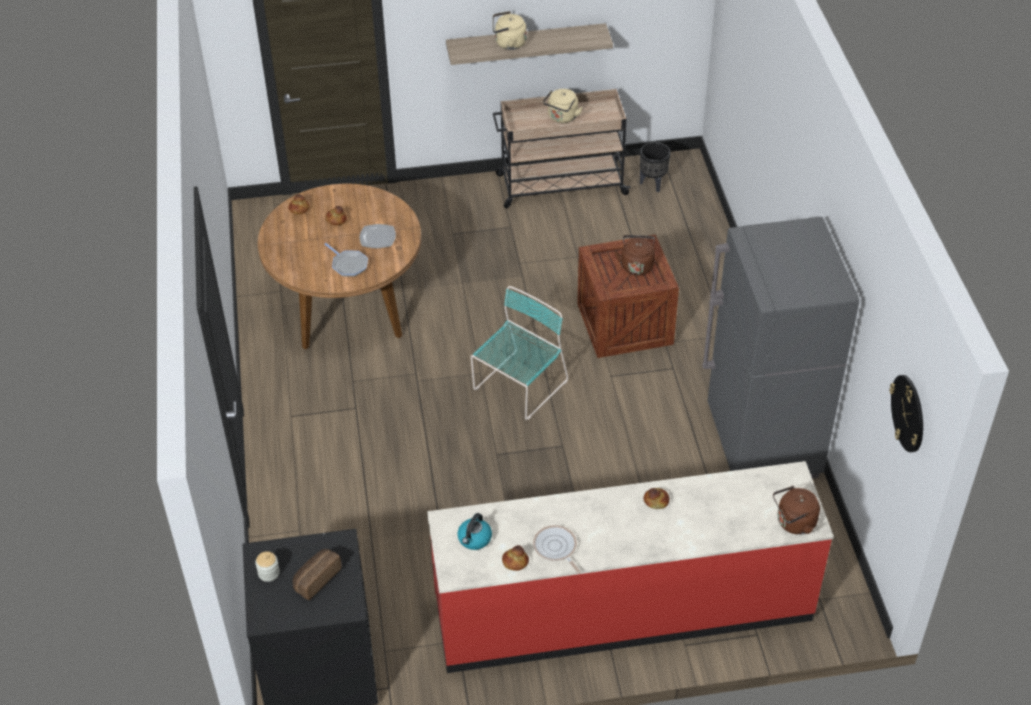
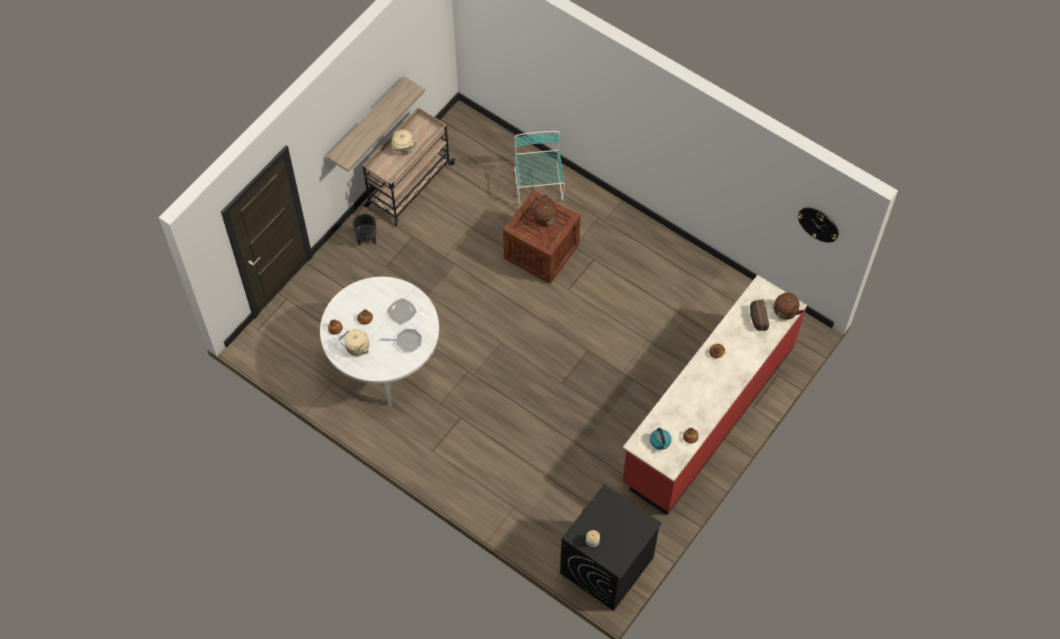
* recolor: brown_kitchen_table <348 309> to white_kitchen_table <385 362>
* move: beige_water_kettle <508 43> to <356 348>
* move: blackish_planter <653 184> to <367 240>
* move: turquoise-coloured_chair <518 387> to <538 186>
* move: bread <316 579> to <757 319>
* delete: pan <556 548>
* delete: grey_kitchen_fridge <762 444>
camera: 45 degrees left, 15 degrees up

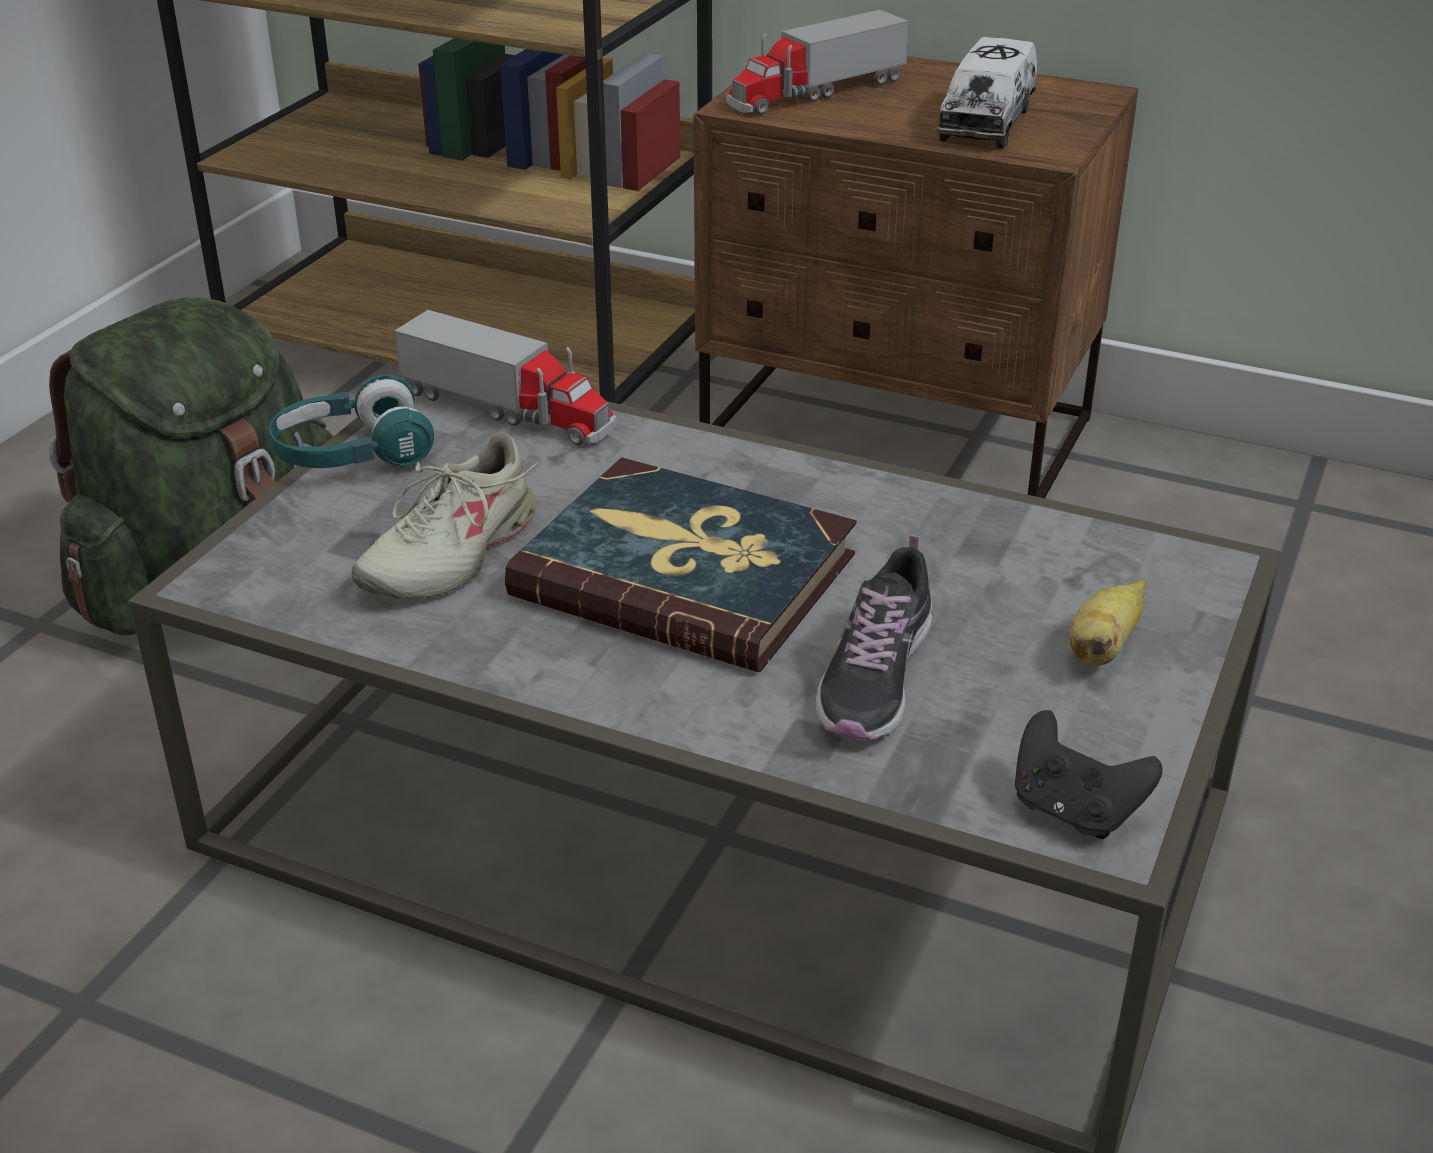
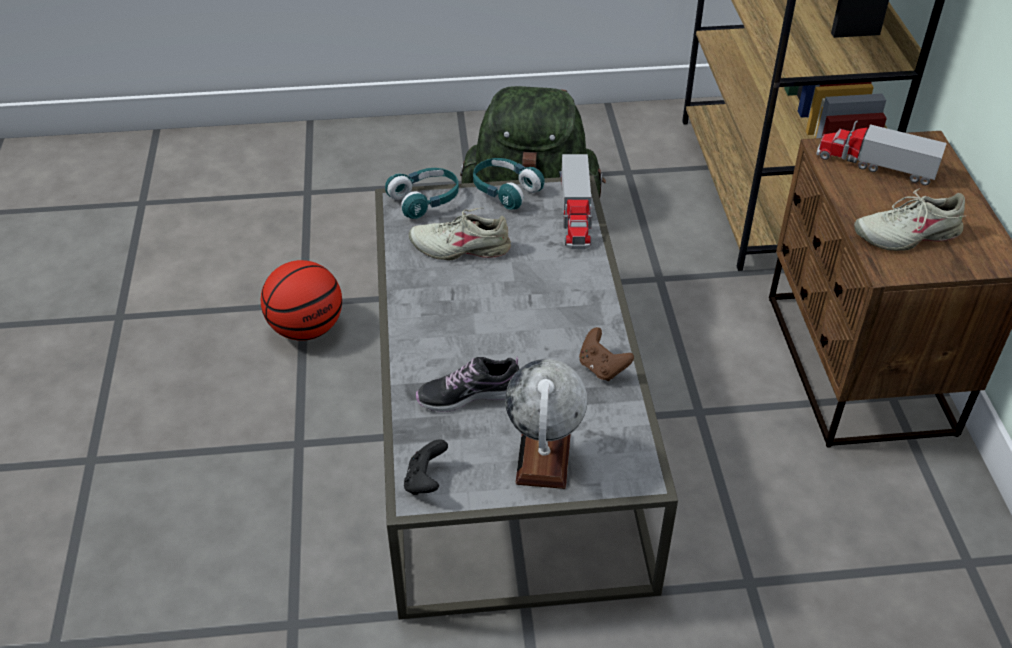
* insert: basketball <306 328>
* insert: turquoise-coloured_pair_of_headphones <425 200>
* replace: whole_banana <1103 648> to globe <543 458>
* insert: brown_gamepad <602 368>
* replace: toy_truck <986 121> to beige_shoe <907 234>
* delete: bound_book <685 574>
camera: 60 degrees right, 10 degrees up

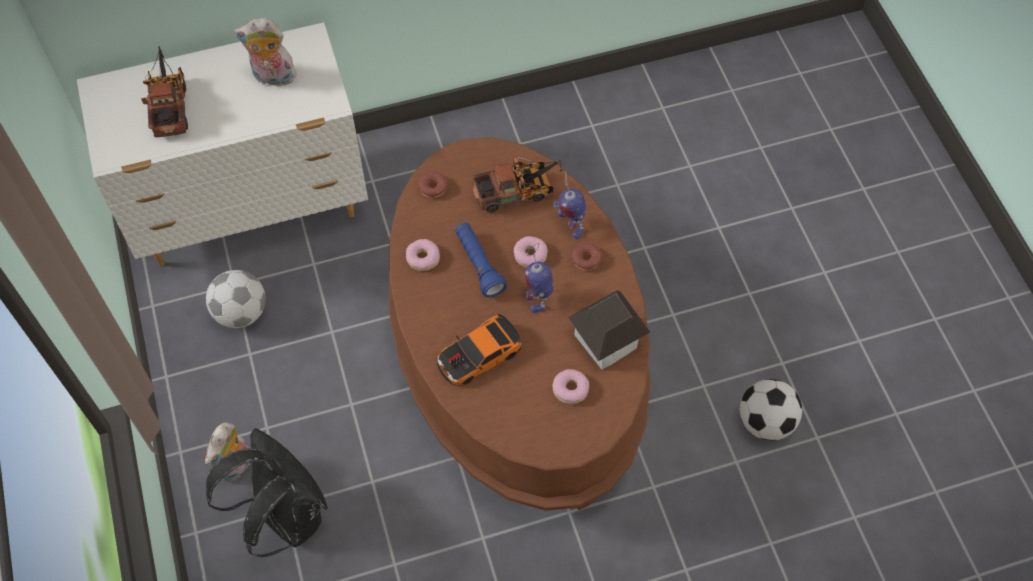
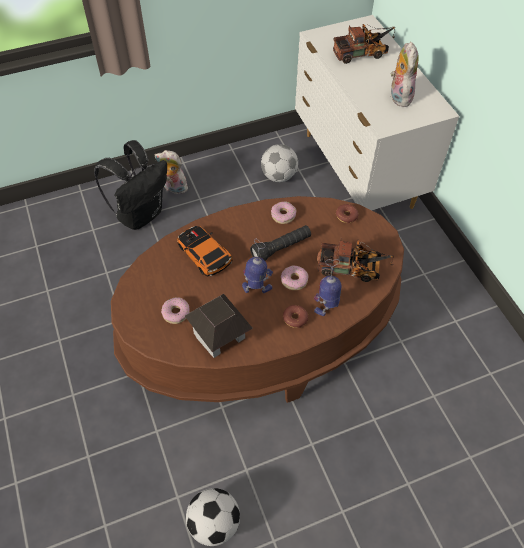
* recolor: bluish_hand_torch <479 265> to blackish_hand_torch <281 248>
* rotate: toy_truck <518 192> = <353 269> 60 degrees counterclockwise
camera: 85 degrees right, 5 degrees down

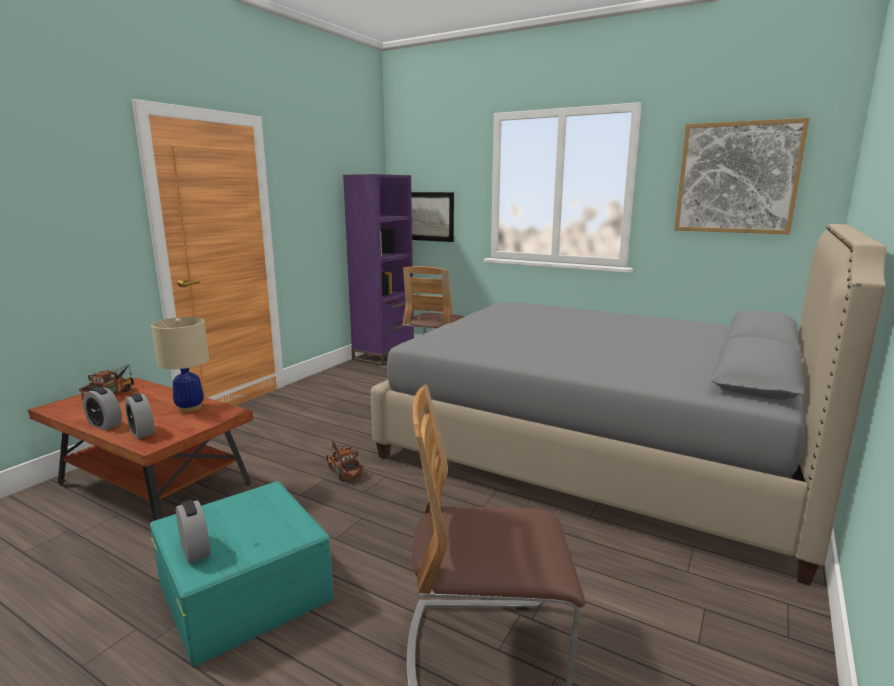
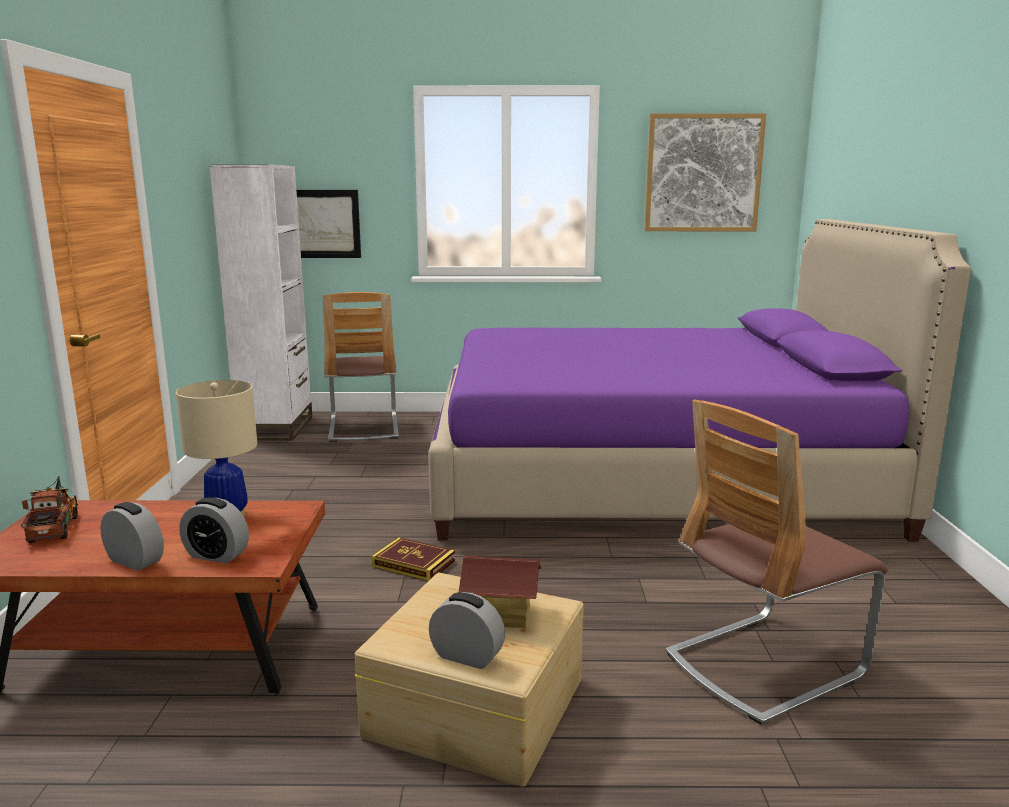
* rotate: alarm_clock <105 424> = <135 561> 150 degrees counterclockwise
* recolor: purplish_bookcase <384 356> to white_bookcase <276 428>
* recolor: turquoise-coloured_storage_box <245 589> to beige_storage_box <474 705>
* replace: toy_truck <343 470> to bound_book <414 563>
* recolor: grey_bed <597 448> to purplish_bed <649 478>
* insert: toy_house <501 615>
camera: 30 degrees left, 0 degrees up

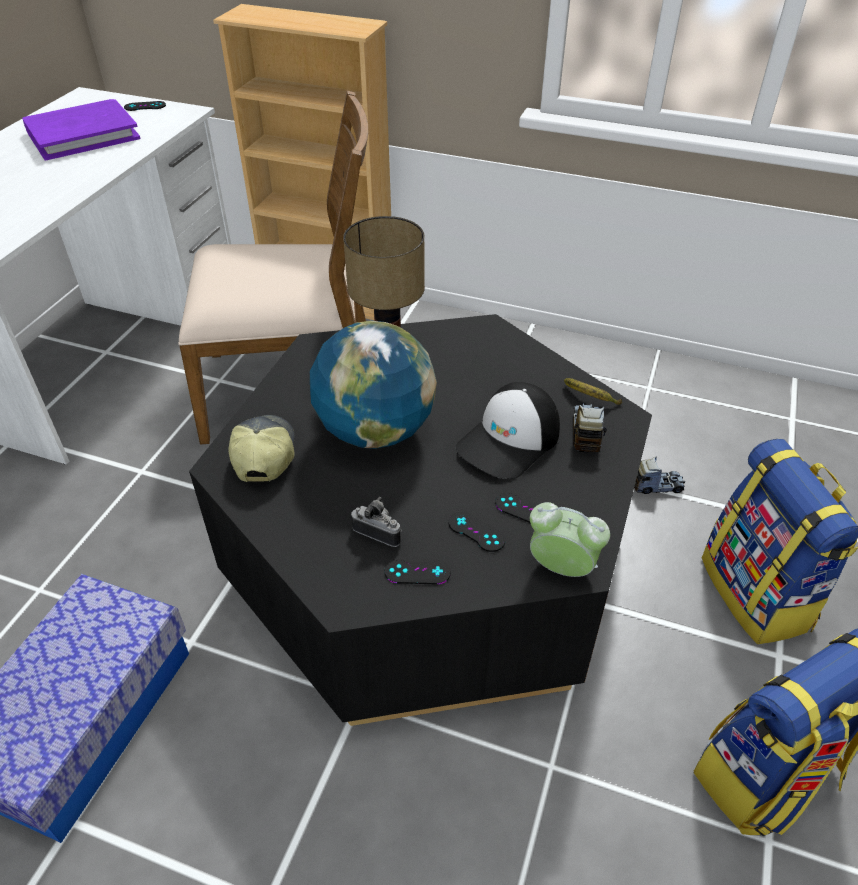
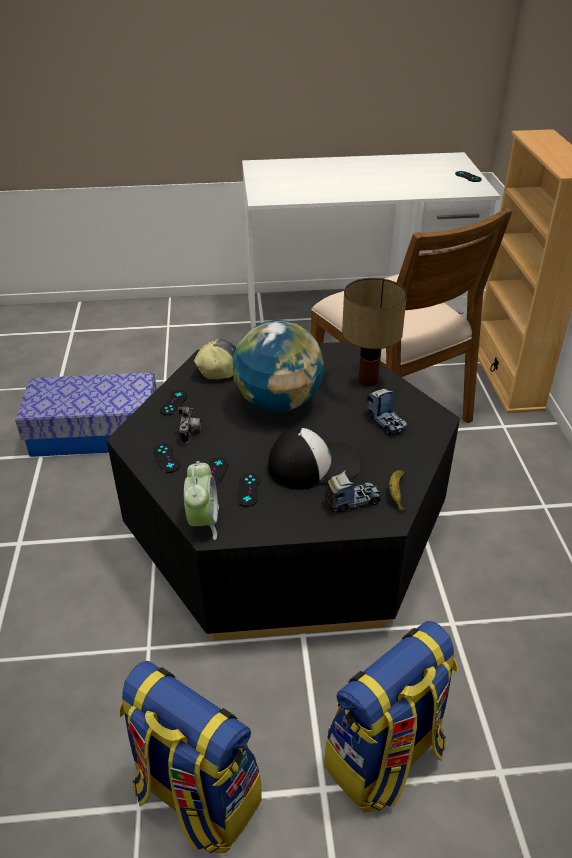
* insert: blackish_gamepad <173 403>
* rotate: baseball_cap <510 441> = <313 464> 150 degrees clockwise
* move: toy_truck <656 486> to <386 422>
* delete: purplish_bound_book <83 135>
camera: 65 degrees right, 5 degrees down

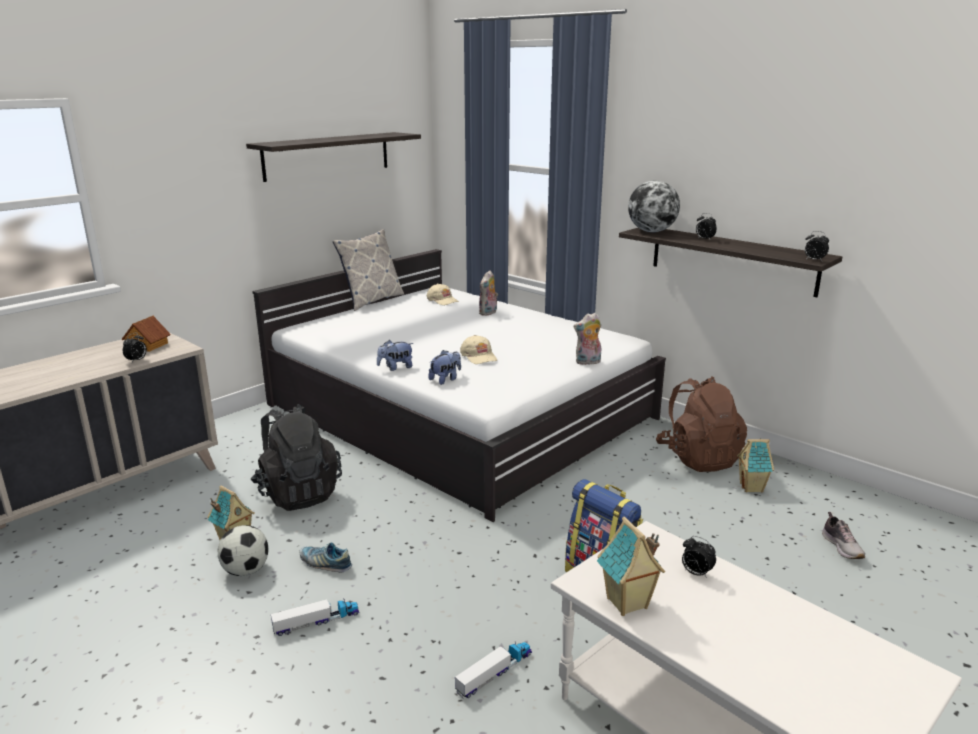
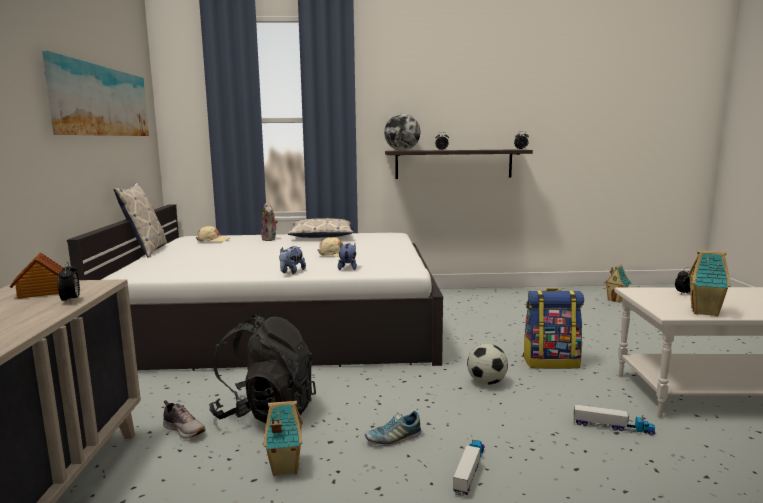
* replace: wall_shelf <327 156> to picture <100 101>
* move: shoe <842 547> to <184 430>
* insert: pillow <321 236>
* move: football_ball <246 570> to <486 382>
* rotate: toy_truck <494 673> = <612 427> 105 degrees clockwise
* move: toy_house <752 487> to <616 300>
* delete: plush_toy <588 362>
* delete: brown_backpack <698 458>
camera: 45 degrees left, 10 degrees down

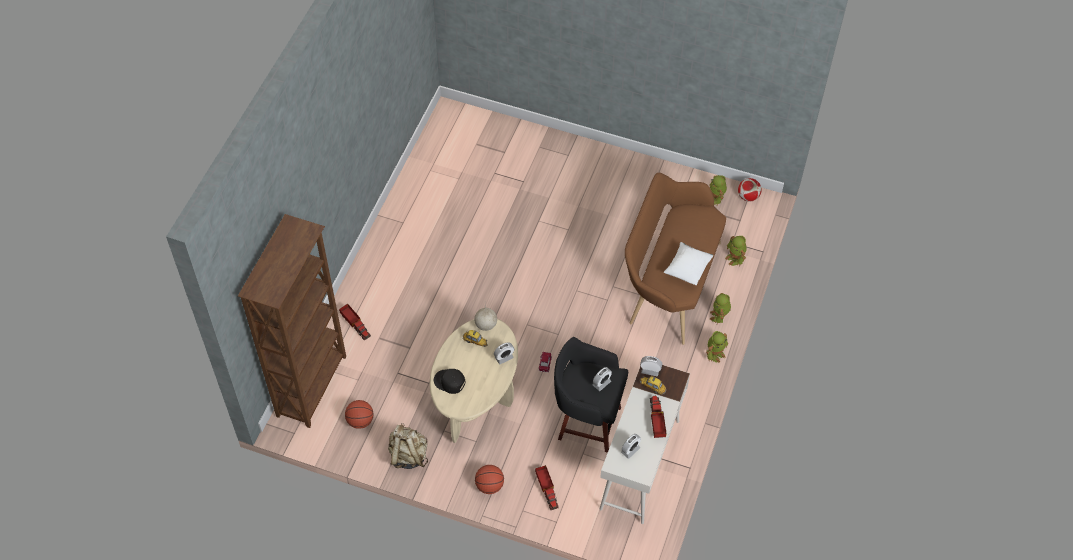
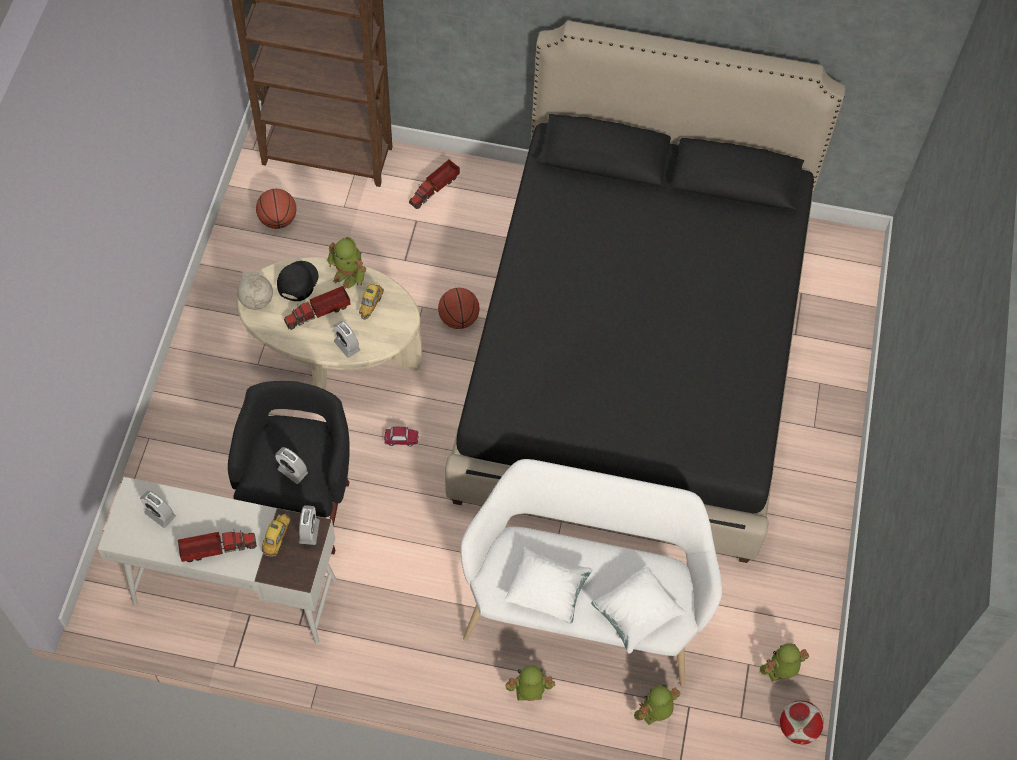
* move: globe <485 325> to <256 301>
* move: toy_truck <547 489> to <319 312>
* move: toy_robot <715 354> to <349 275>
* move: basketball <489 485> to <458 319>
* insert: blackish_bed <633 356>
* recolor: brown_long_seat <669 283> to white_long_seat <583 607>
* insert: white_pillow <635 615>
* delete: beige_backpack <408 455>
camera: 80 degrees right, 5 degrees up

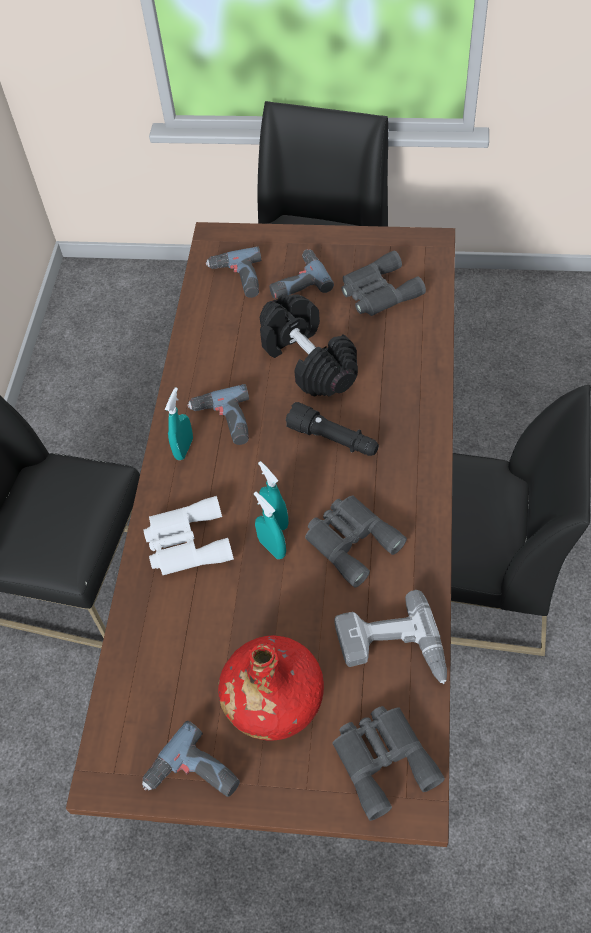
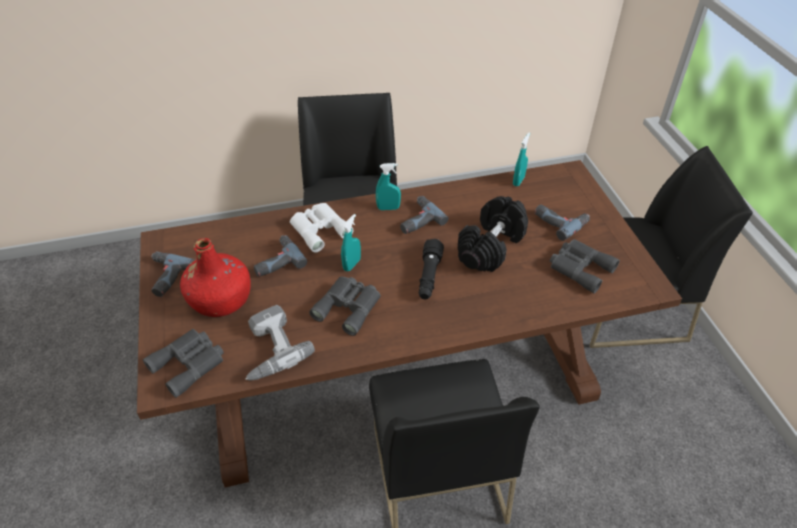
* move: drill <237 279> to <276 261>
* move: turquoise-coloured_spray_bottle <272 548> to <518 181>
camera: 65 degrees right, 10 degrees down

